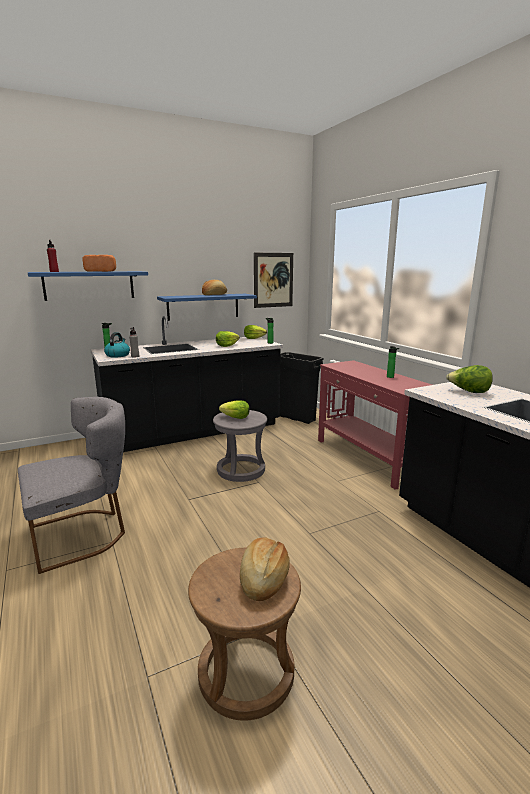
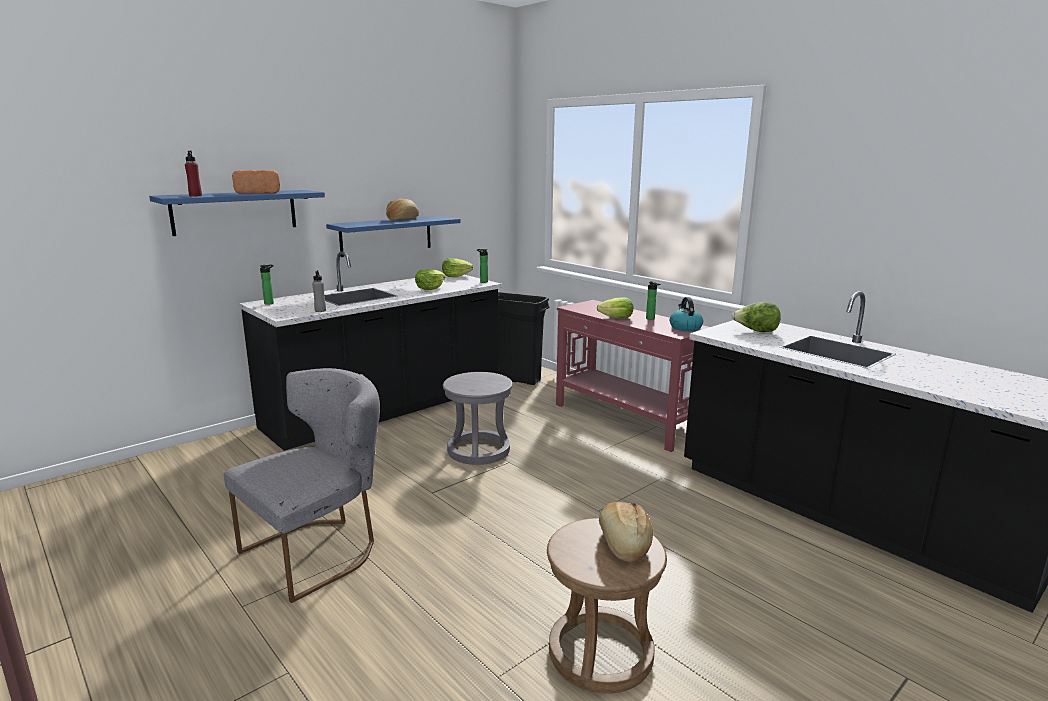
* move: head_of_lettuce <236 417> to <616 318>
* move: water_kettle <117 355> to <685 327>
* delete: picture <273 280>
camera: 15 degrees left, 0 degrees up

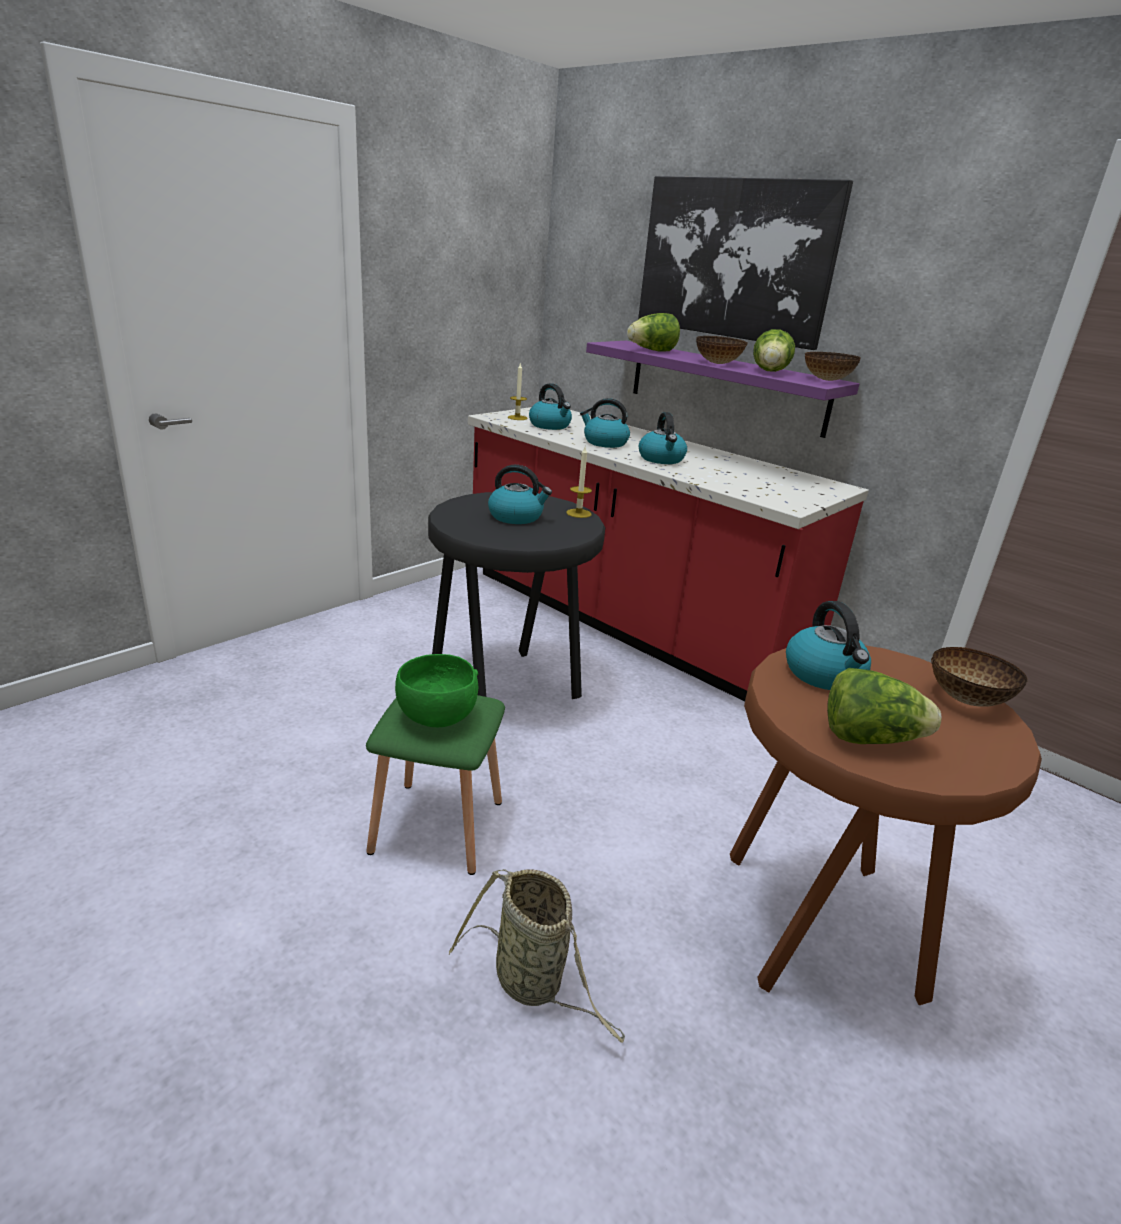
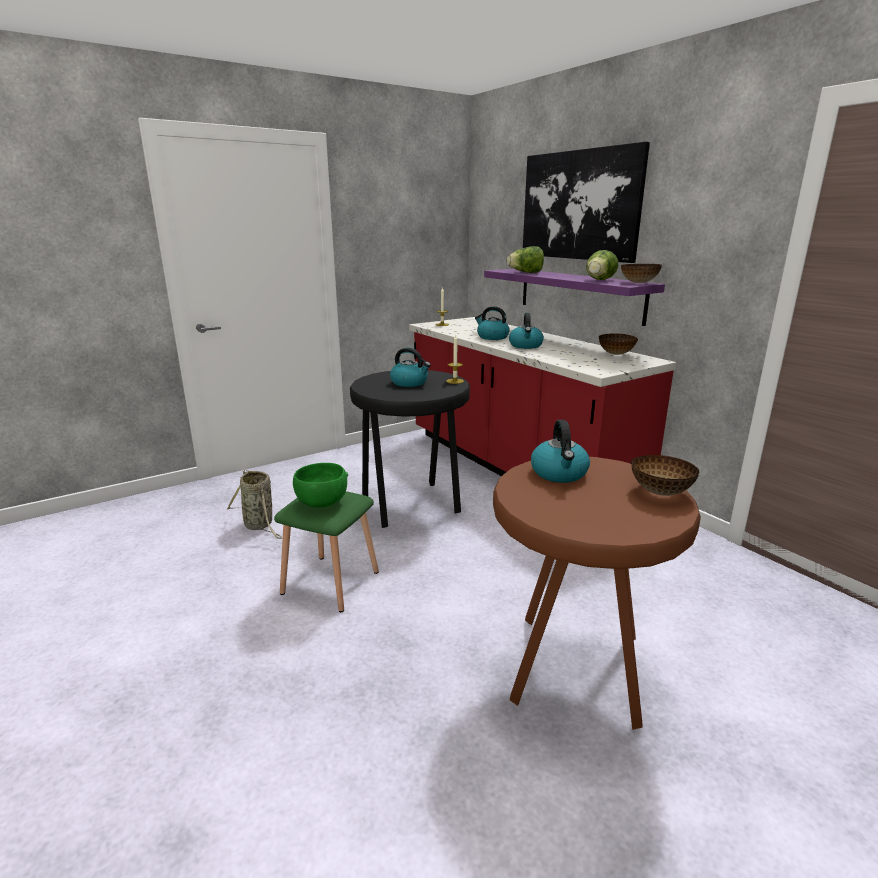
* move: household_basket <532 983> to <259 525>
* move: serving_bowl <717 363> to <615 354>
* delete: water_kettle <550 426>
* delete: head_of_lettuce <869 738>
camera: 15 degrees right, 5 degrees down

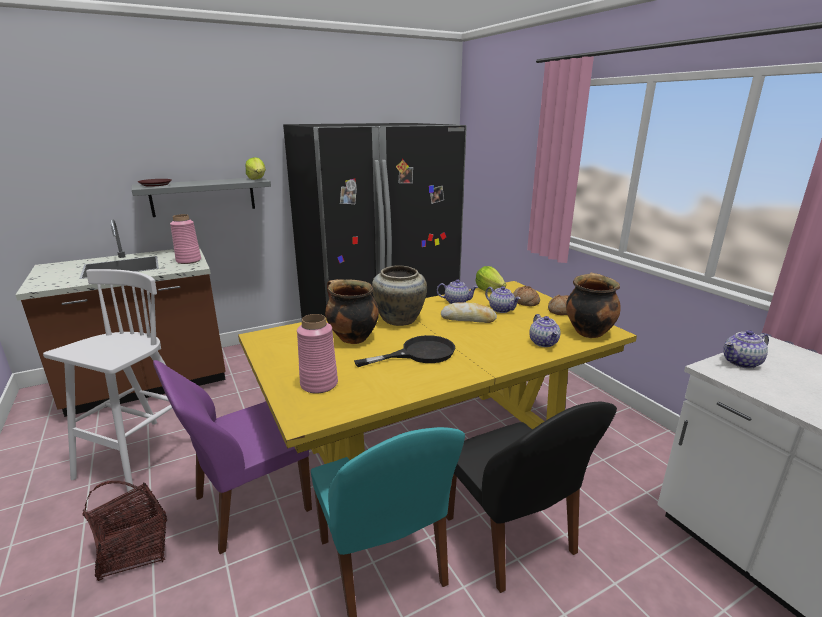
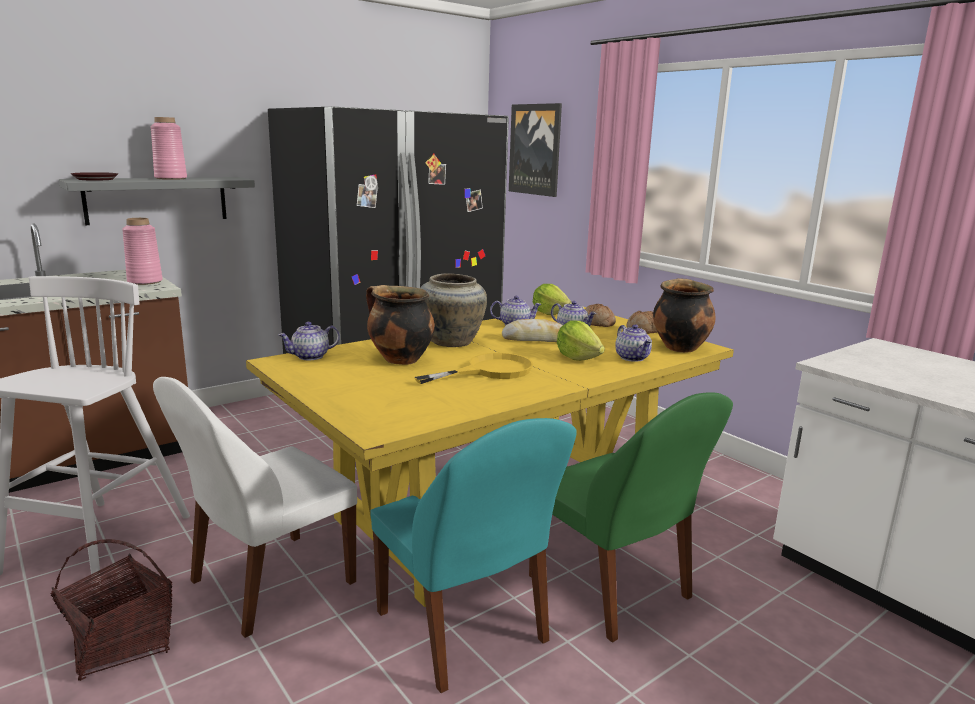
* move: pinkish_flower_vase <319 384> to <170 178>
* recolor: purplish_chair <249 505> to white_chair <268 584>
* move: pot_for_tea <741 363> to <310 356>
* recolor: blackish_pan <419 353> to yellow_pan <489 371>
* insert: picture <535 149>
* recolor: blackish_chair <510 538> to greenish_chair <612 590>
* move: head_of_lettuce <257 179> to <578 358>
camera: 10 degrees left, 5 degrees down

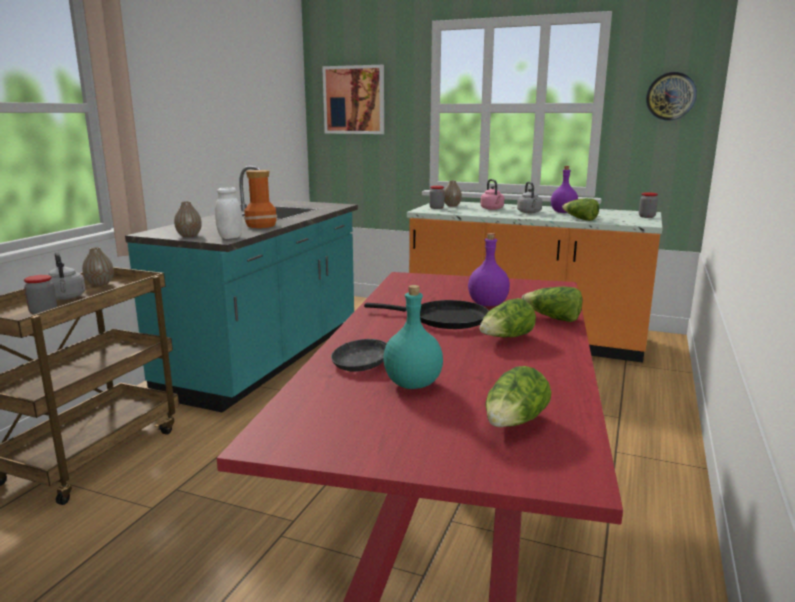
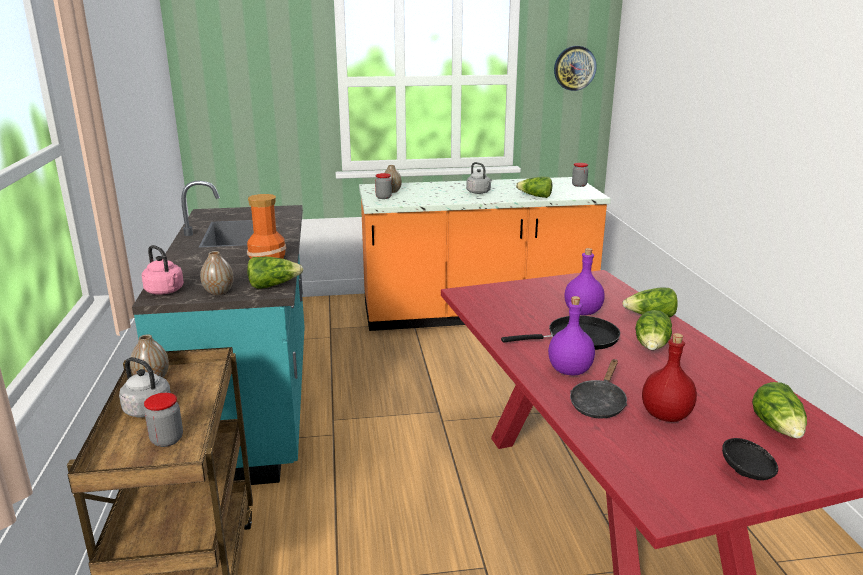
* move: pinkish_water_kettle <492 209> to <166 291>
* replace: white_jar <230 237> to head_of_lettuce <273 285>
* move: purplish_drink_bottle <563 212> to <569 370>
* recolor: turquoise-coloured_drink_bottle <414 384> to reddish_drink_bottle <666 415>
* insert: blackish_serving_bowl <747 474>
* delete: picture <354 100>
camera: 30 degrees left, 5 degrees up

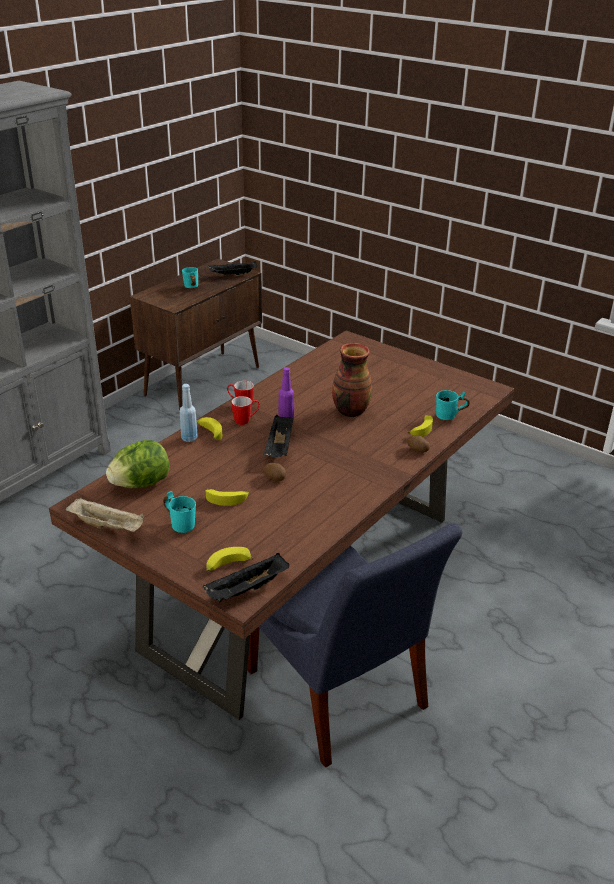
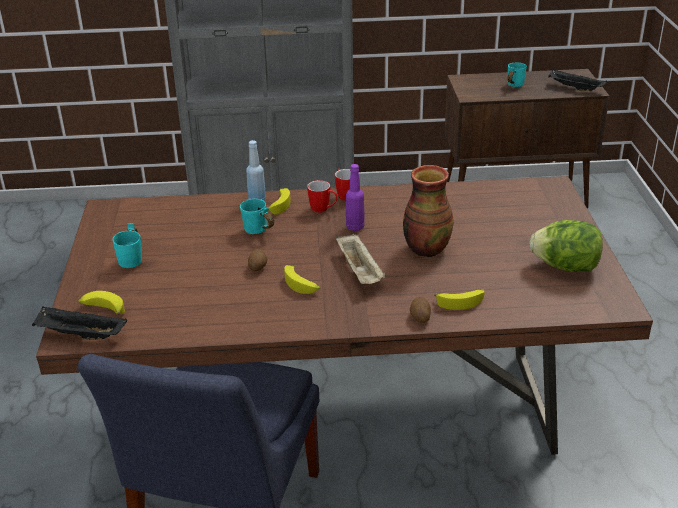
* move: turquoise-coloured_tea_mug <450 417> to <257 233>
* move: whole_banana <227 499> to <301 285>
* move: beige_tray <108 526> to <360 271>
* move: head_of_lettuce <141 484> to <565 267>
* delete: blackish_tray <279 447>
camera: 50 degrees right, 0 degrees up

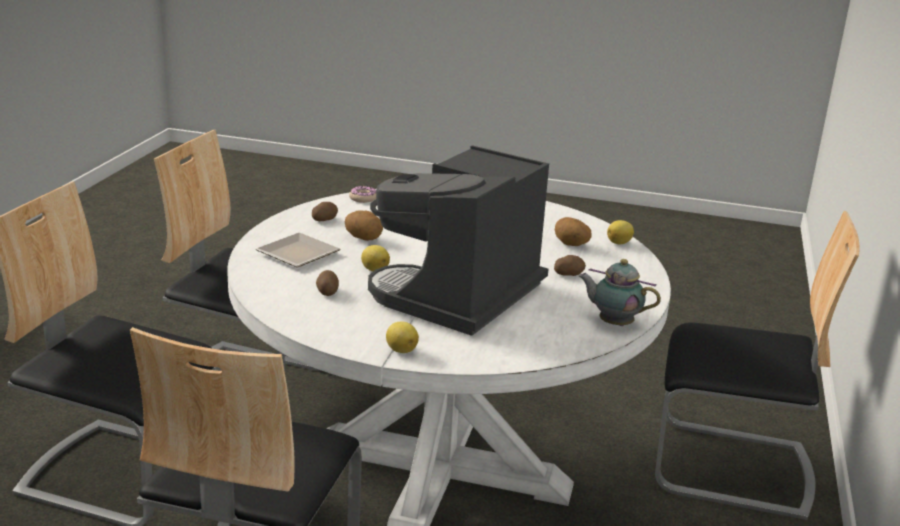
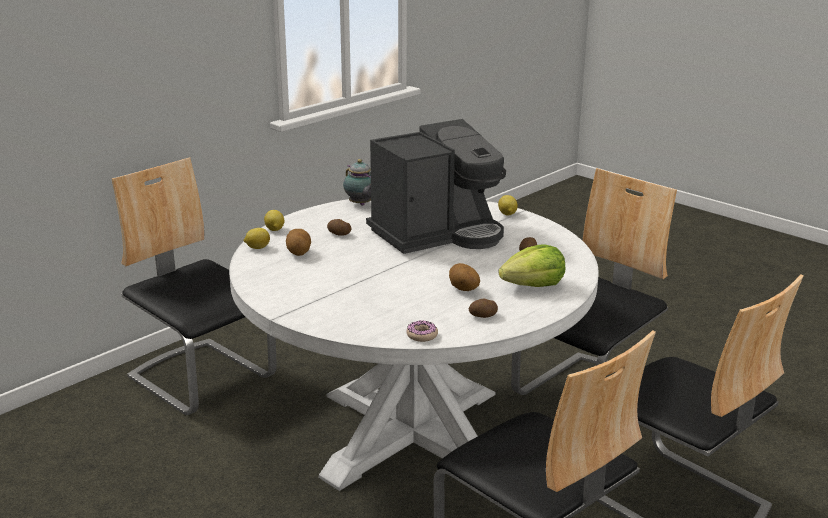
* move: citrus_fruit <374 269> to <274 230>
* replace: flat_dish <295 254> to head_of_lettuce <533 285>
camera: 150 degrees left, 0 degrees up

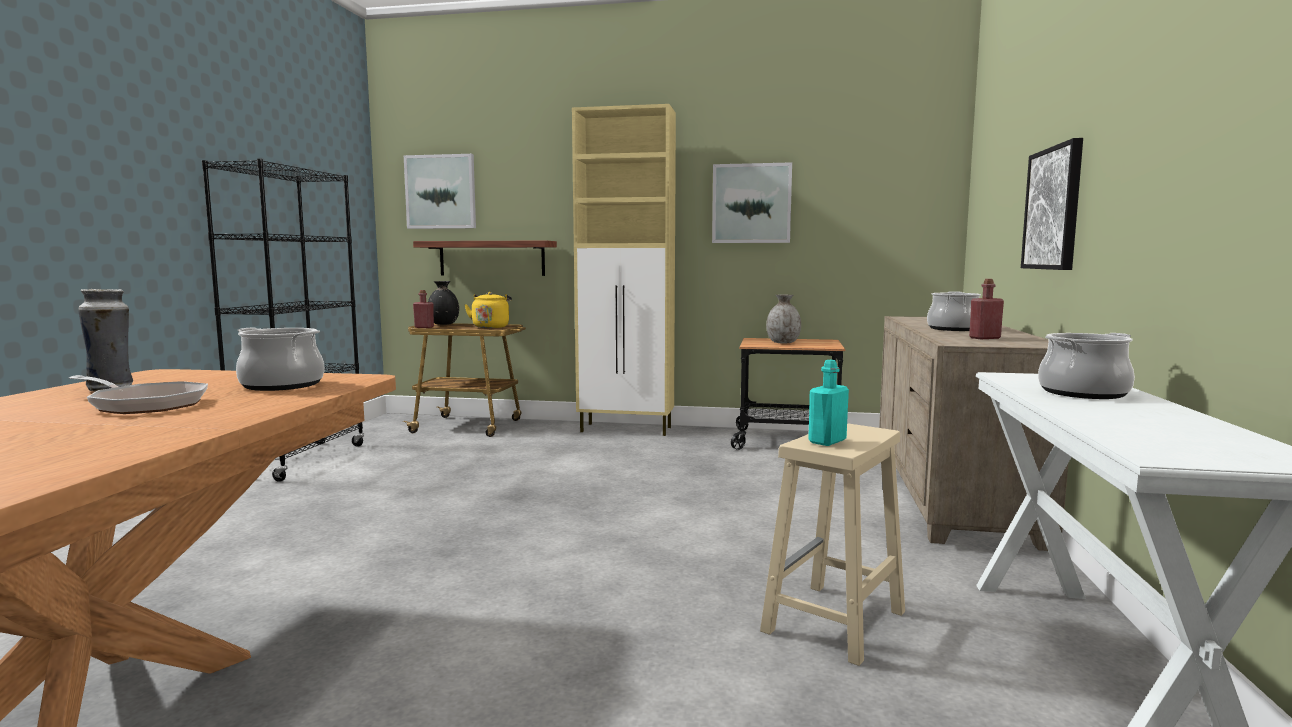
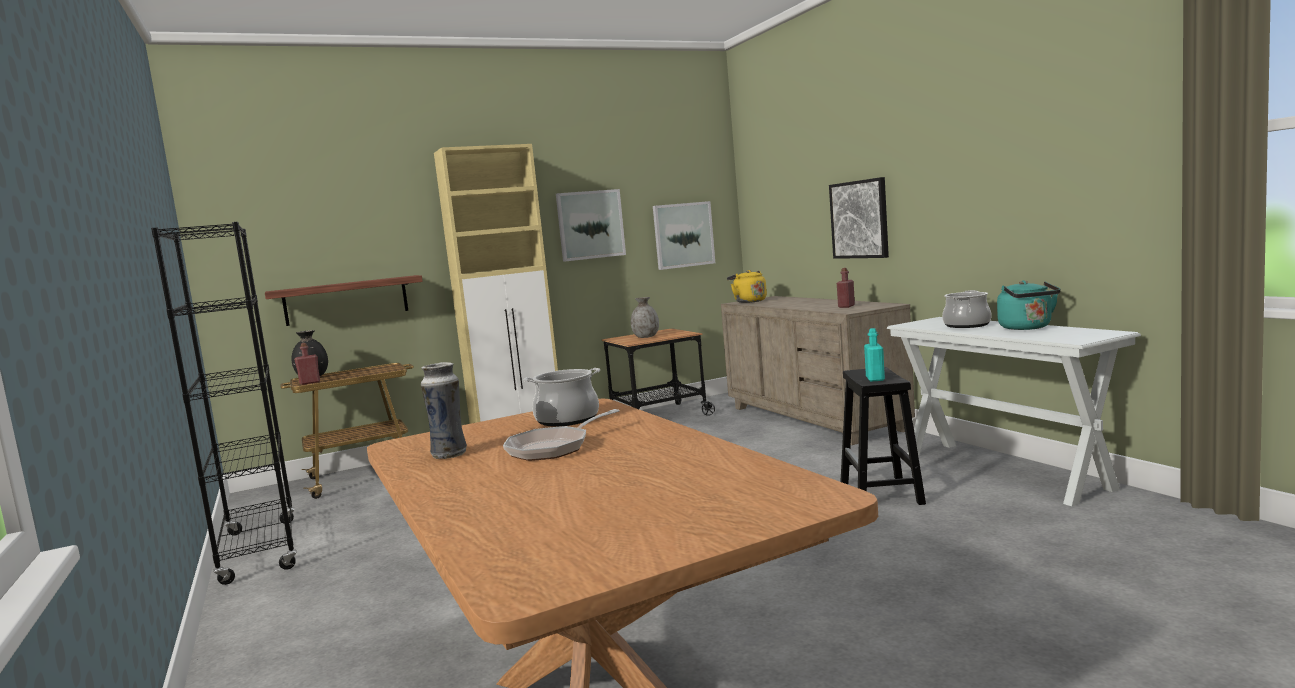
* rotate: pan <144 404> = <554 448> 150 degrees clockwise
* move: picture <441 192> to <683 235>
* move: yellow_water_kettle <491 327> to <748 301>
* recolor: beige_sitting_stool <834 622> to blackish_sitting_stool <881 493>
* insert: turquoise-coloured_water_kettle <1027 328>
* delete: cooking_pot <953 329>
camera: 35 degrees left, 0 degrees up

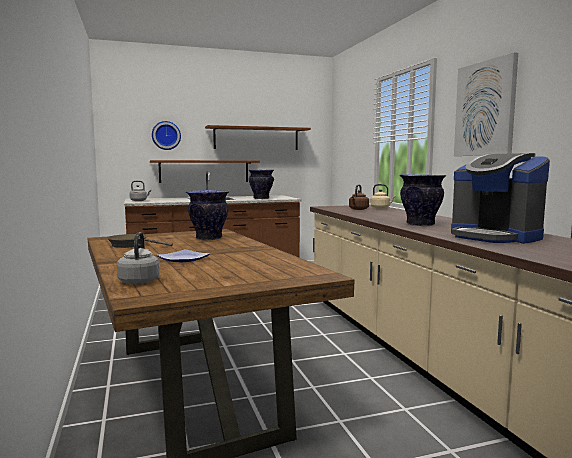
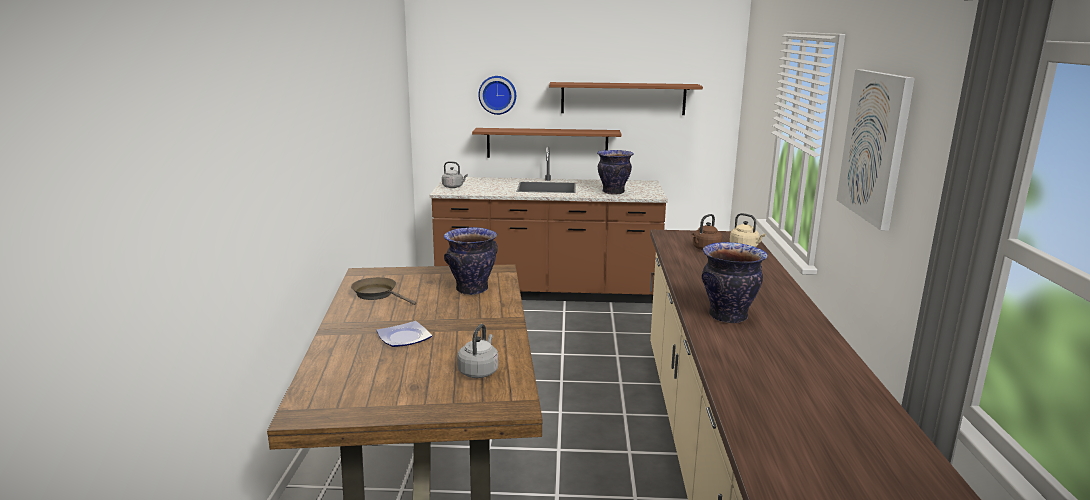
* move: grey_water_kettle <139 281> to <479 371>
* delete: coffee_maker <494 237>
camera: 20 degrees right, 10 degrees up

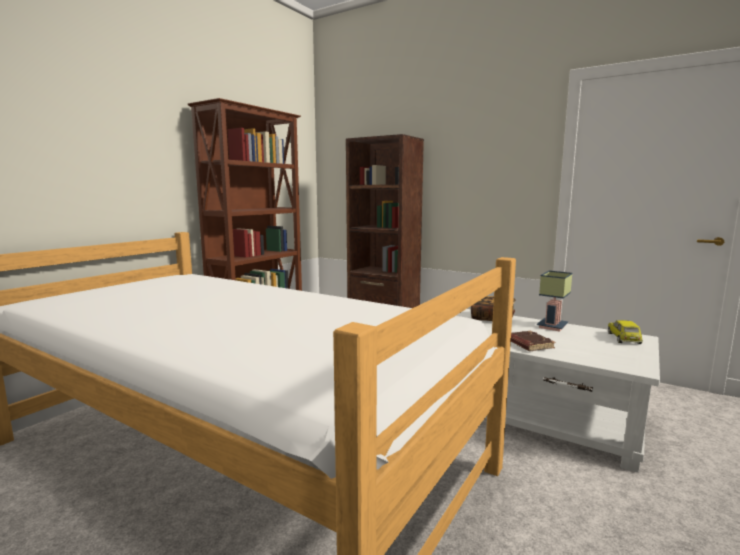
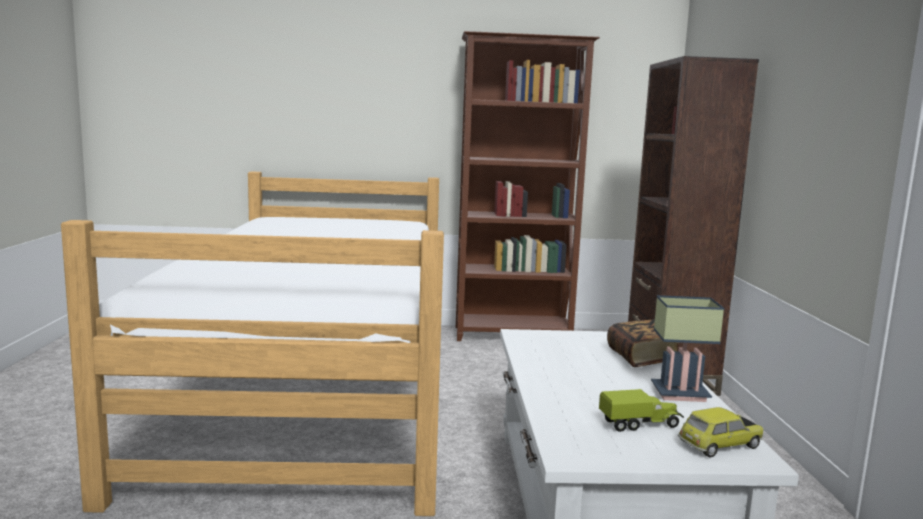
* insert: toy_truck <640 424>
* delete: brown_bound_book <528 344>
camera: 55 degrees right, 0 degrees up

